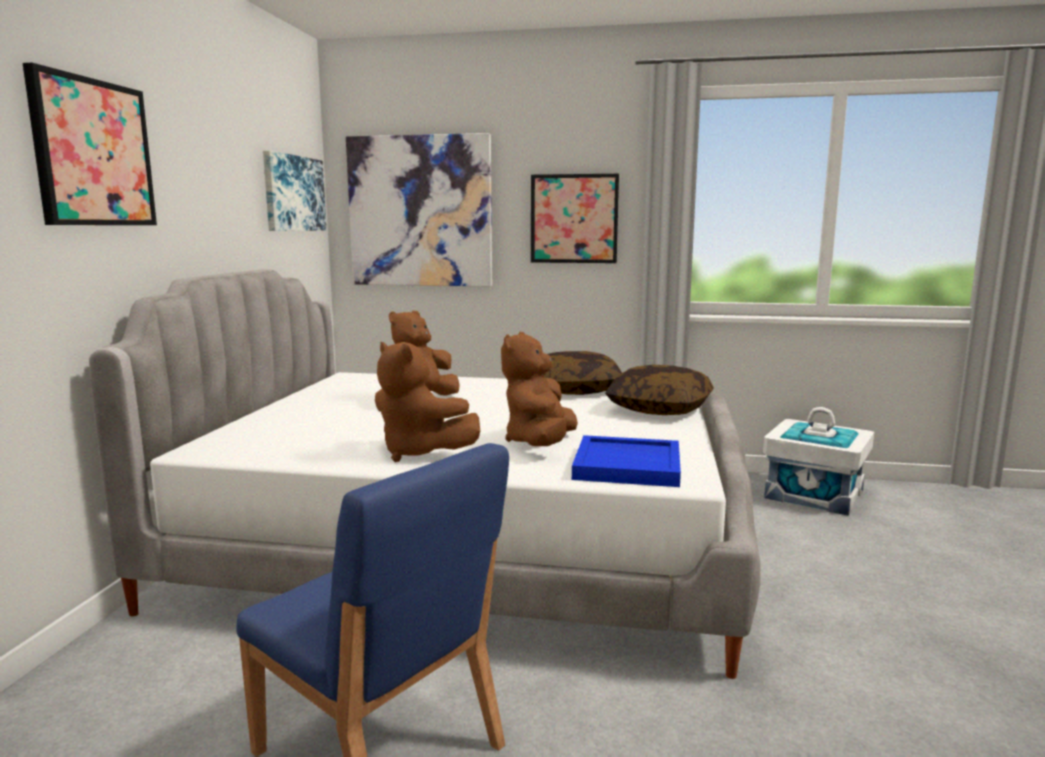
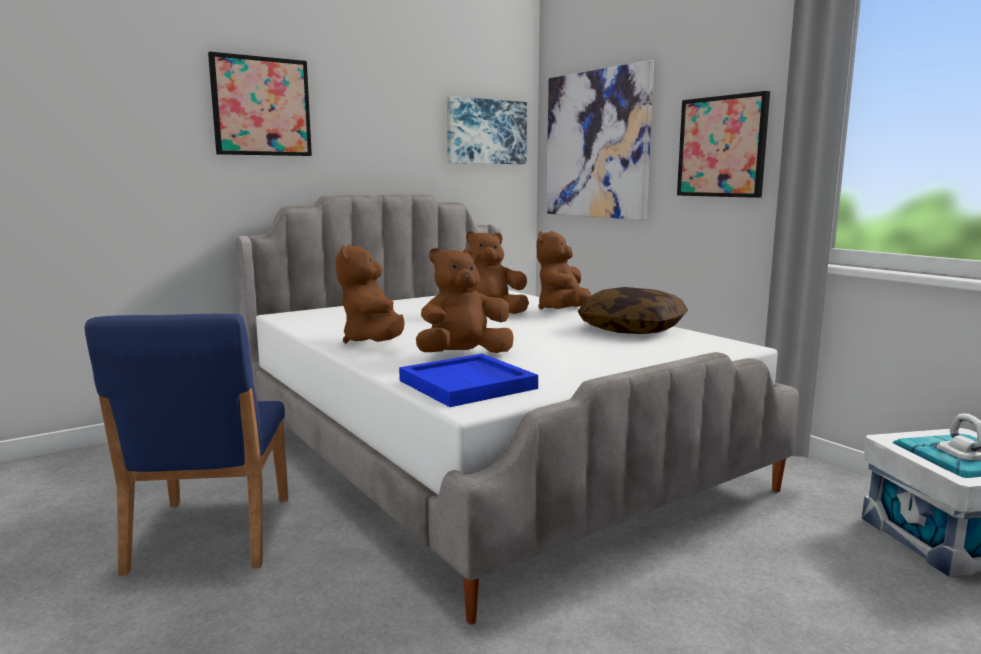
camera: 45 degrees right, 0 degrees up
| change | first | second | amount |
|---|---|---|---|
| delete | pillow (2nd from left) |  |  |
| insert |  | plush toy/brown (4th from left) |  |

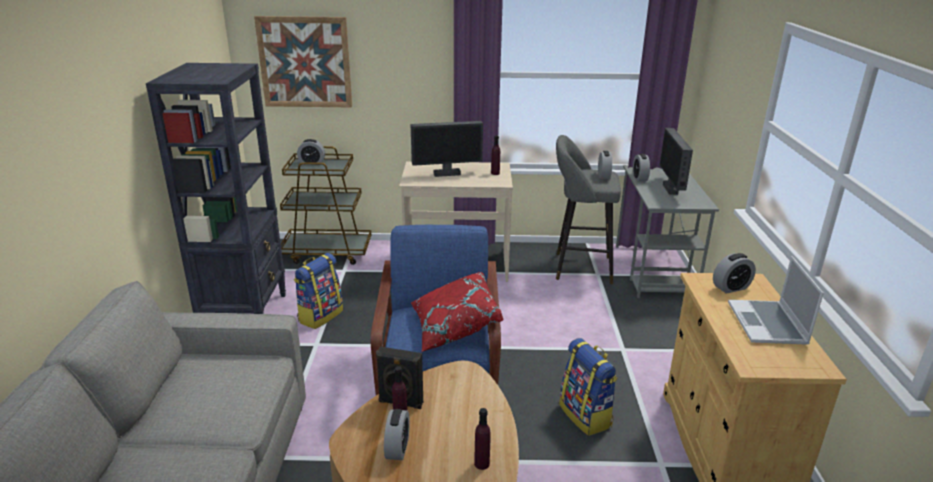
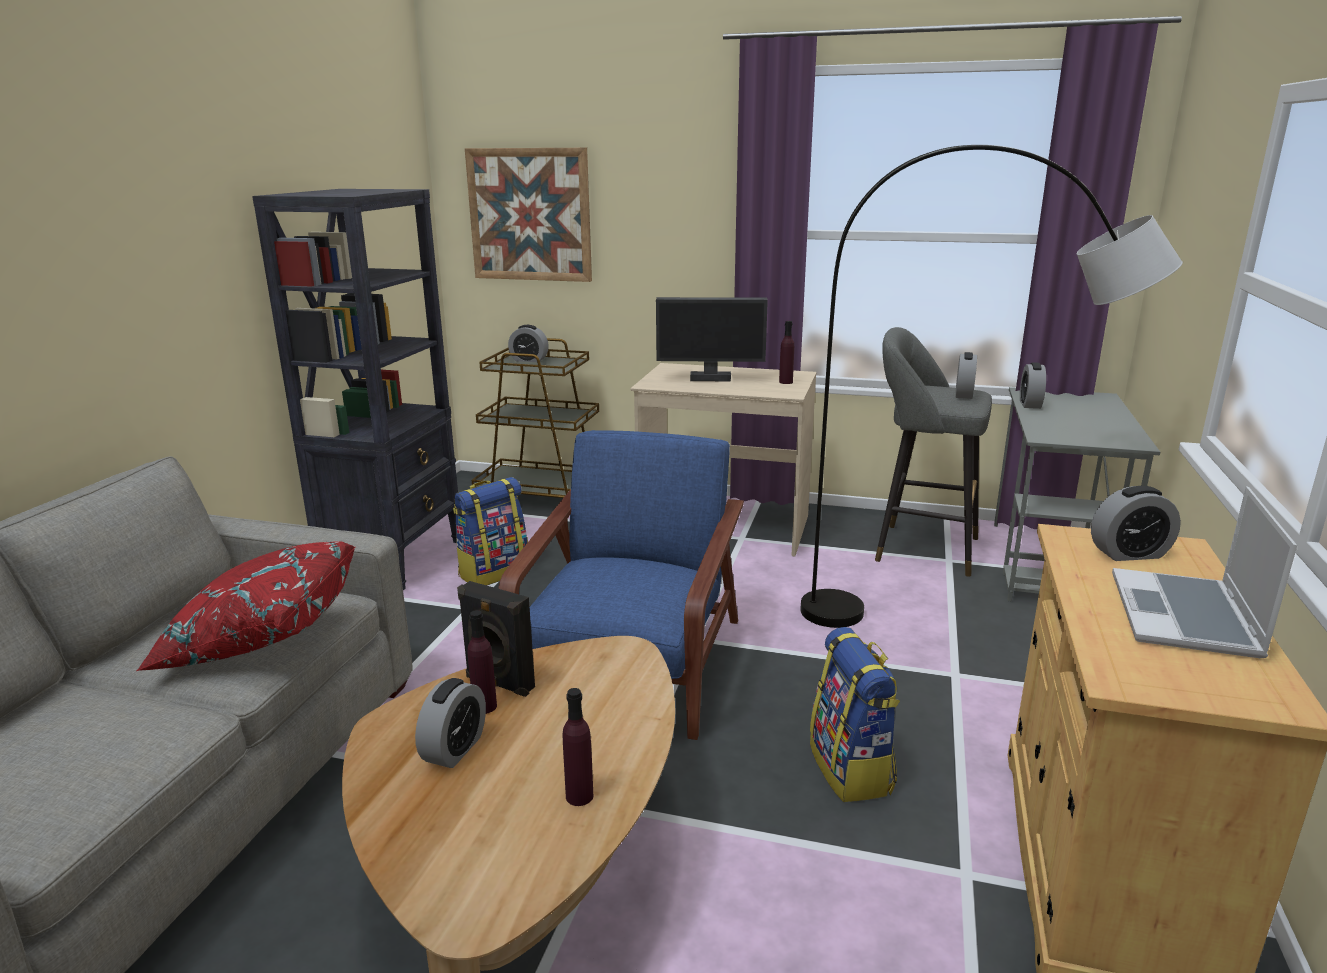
camera: 15 degrees right, 5 degrees down
| change | first | second | amount |
|---|---|---|---|
| delete | monitor (2nd from left) |  |  |
| move | pillow/red |  |  |
| insert |  | floor lamp/grey |  |

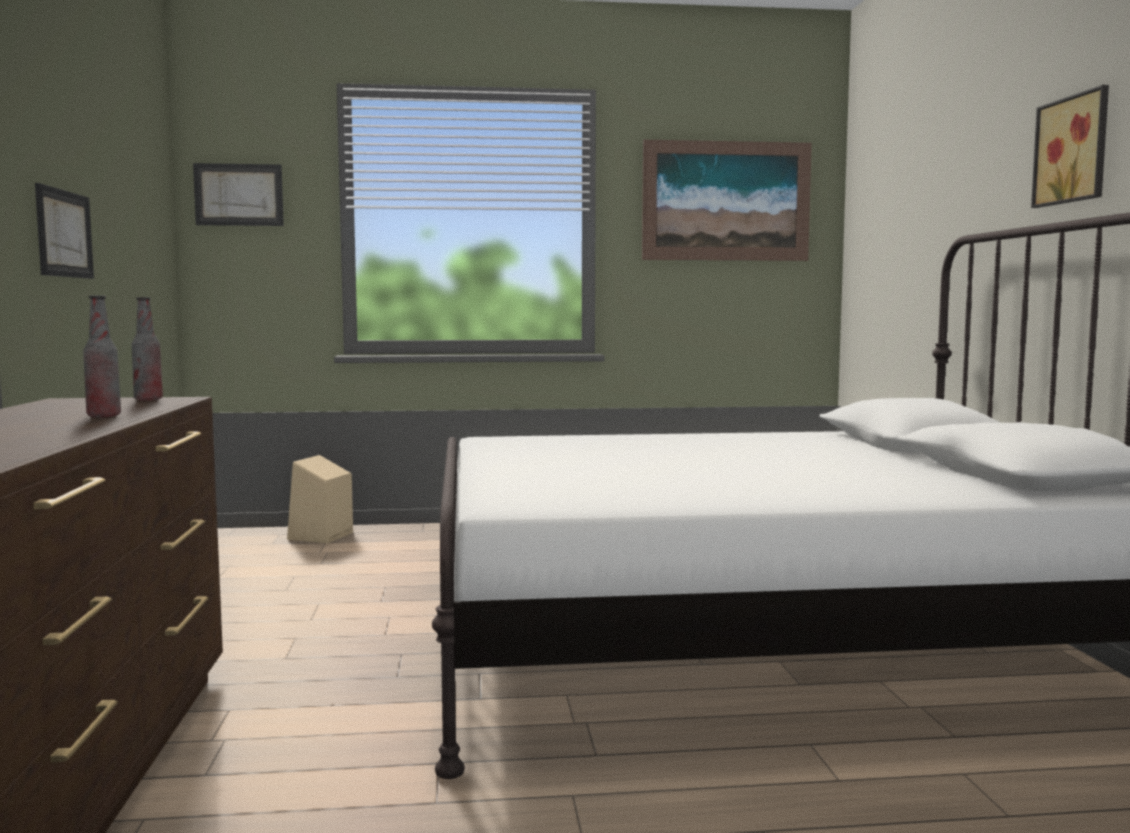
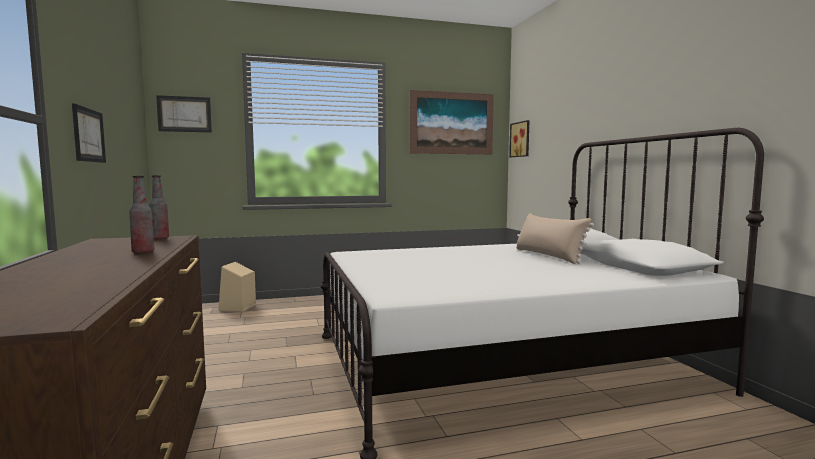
camera: 10 degrees left, 0 degrees up
| change | first | second | amount |
|---|---|---|---|
| move | picture (4th from left) |  |  |
| insert |  | pillow/beige |  |

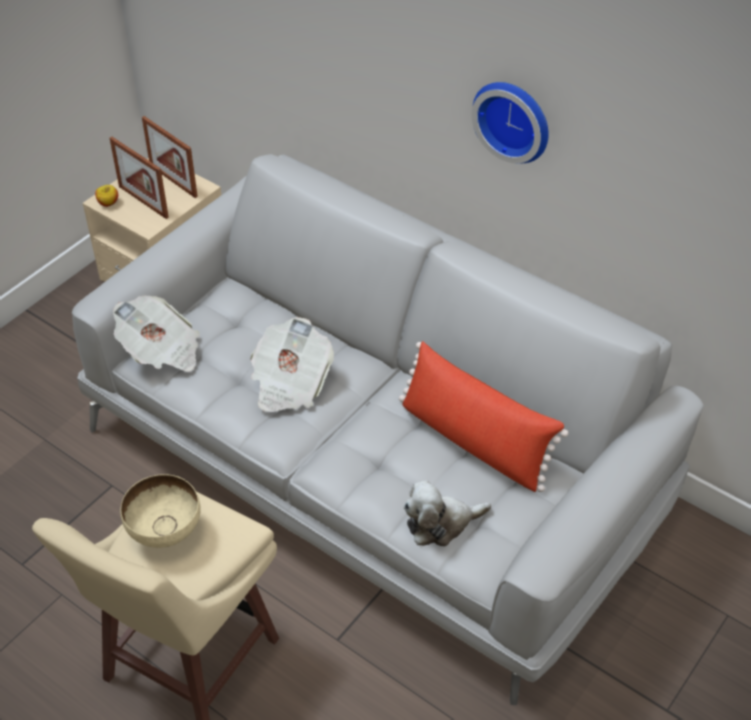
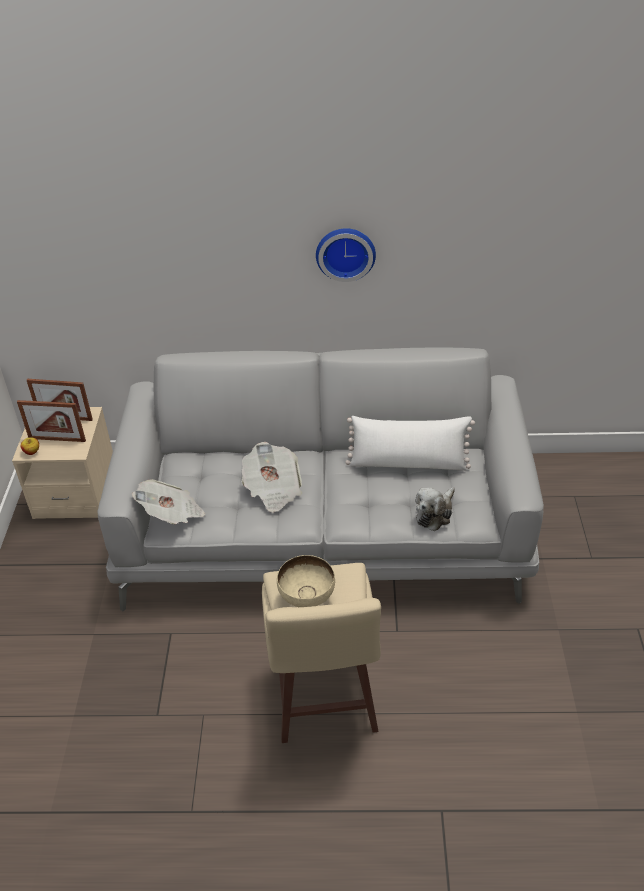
camera: 35 degrees left, 5 degrees down
| change | first | second | amount |
|---|---|---|---|
| recolor | pillow/red | pillow/white |  |

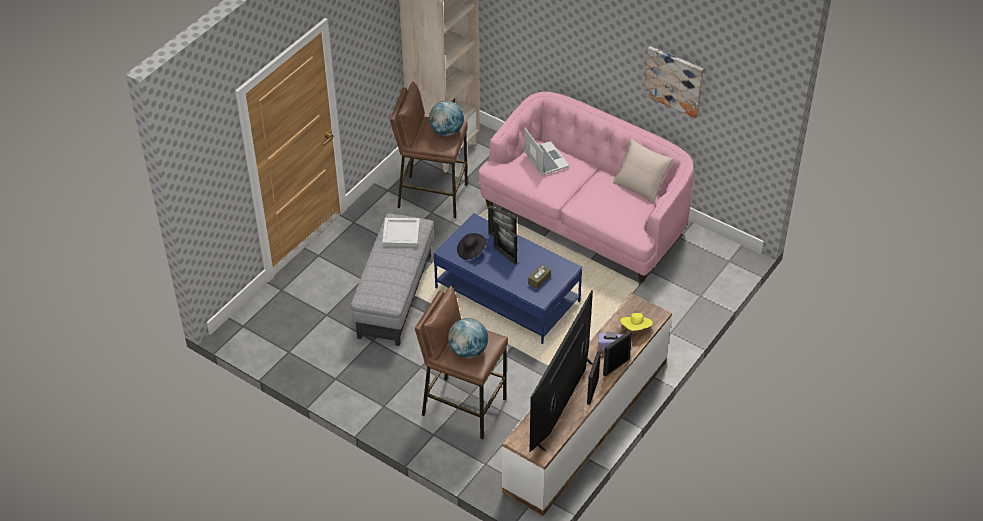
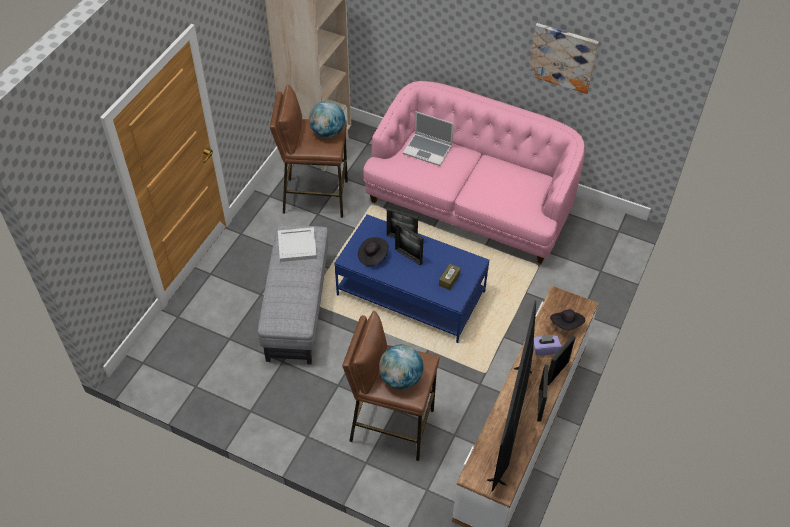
camera: 10 degrees left, 5 degrees up
| change | first | second | amount |
|---|---|---|---|
| rotate | laptop |  | 150 degrees clockwise |
| delete | pillow/beige |  |  |
| recolor | hat/yellow | hat/black (2nd from left) |  |

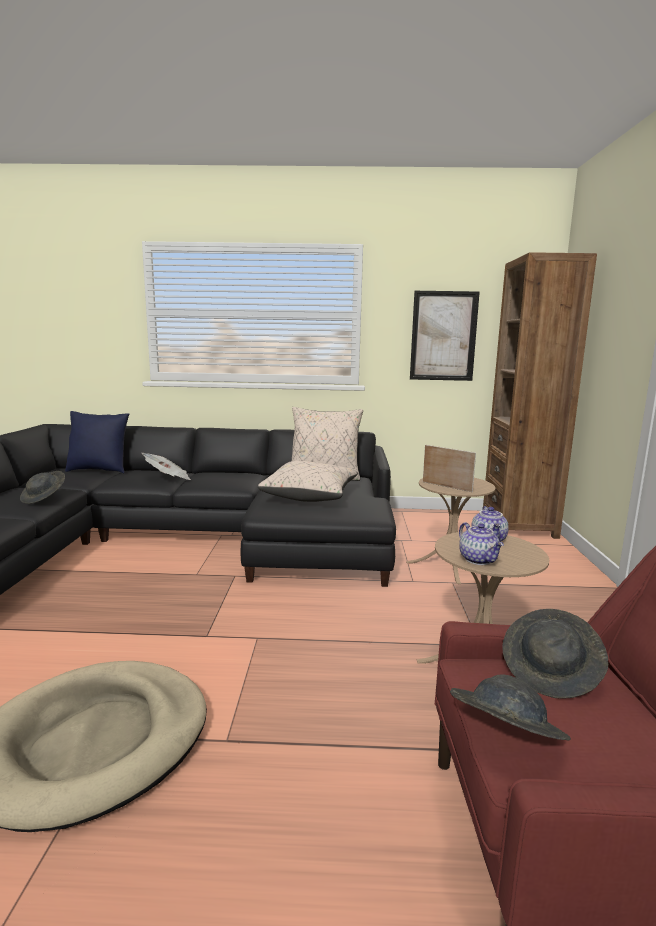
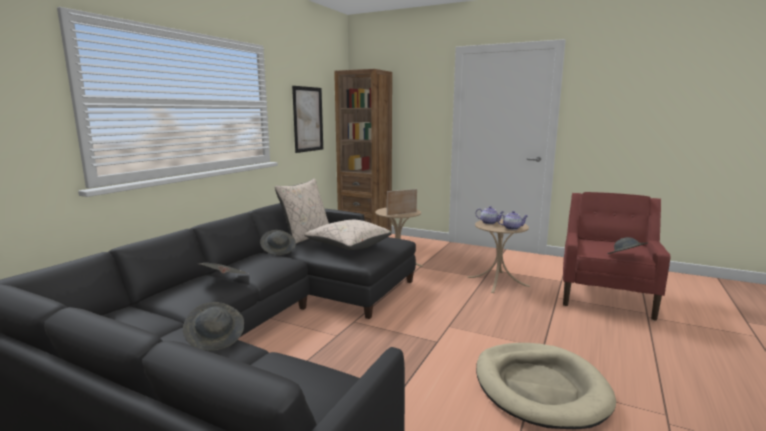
camera: 65 degrees left, 0 degrees up
| change | first | second | amount |
|---|---|---|---|
| delete | pillow/blue |  |  |
| move | hat/grey (3rd from left in the first image) | hat/grey (2nd from left) |  |

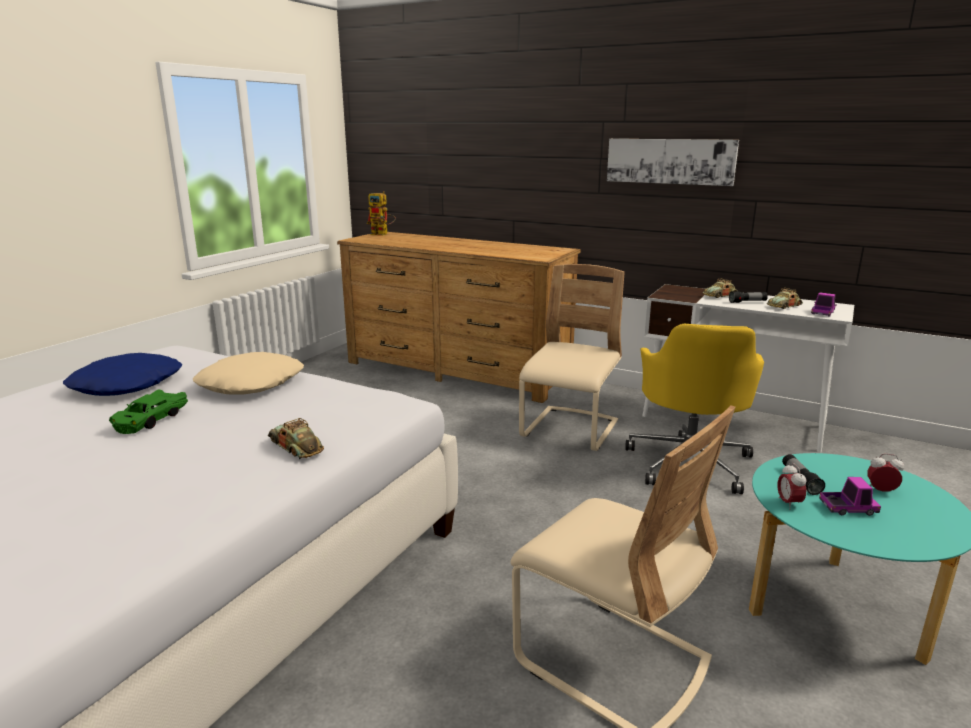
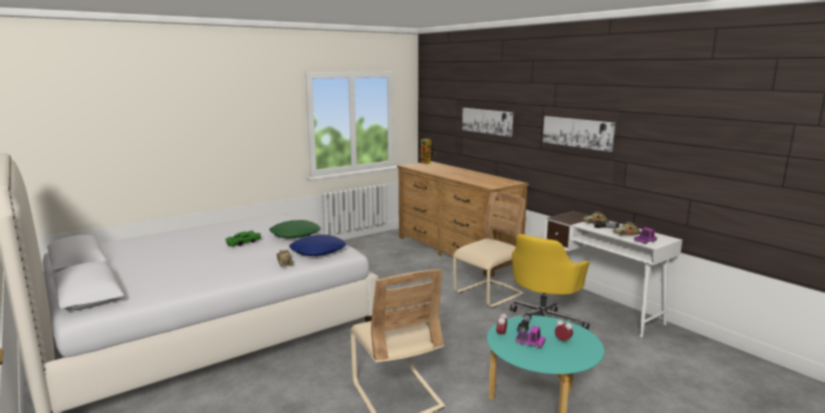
camera: 25 degrees right, 5 degrees down
| change | first | second | amount |
|---|---|---|---|
| recolor | pillow/beige | pillow/green |  |
| move | pillow/blue |  |  |
| insert |  | picture (1st from left) |  |

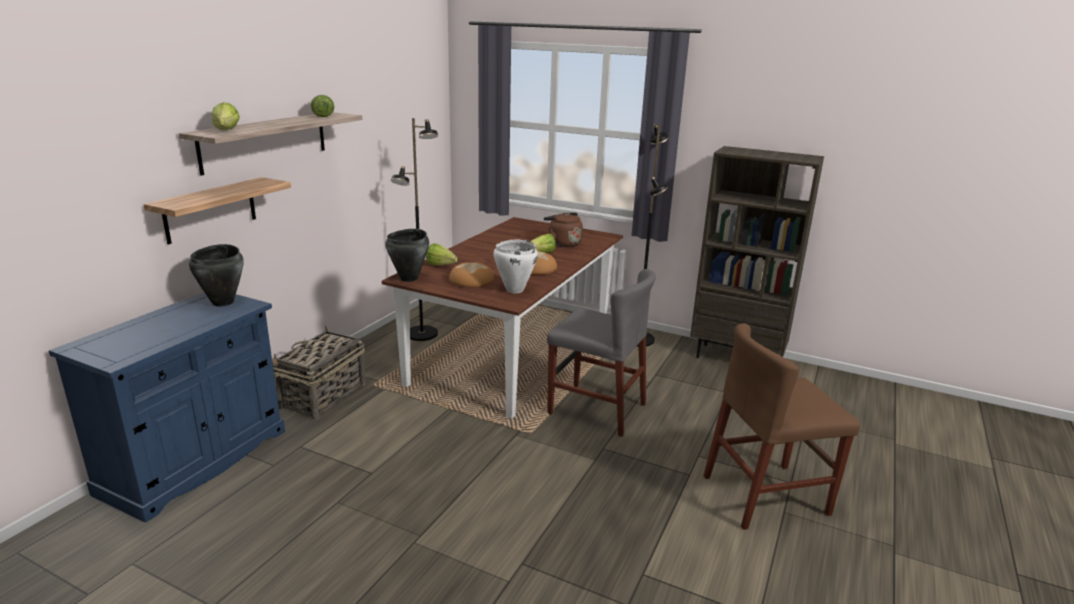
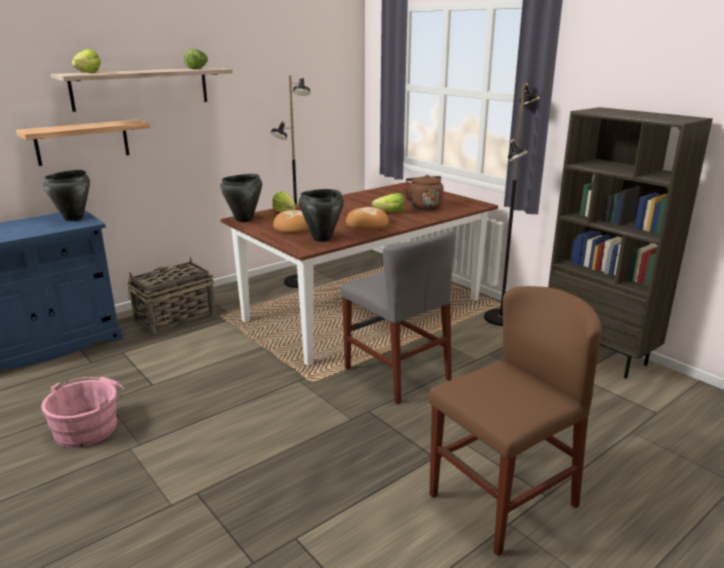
camera: 25 degrees right, 0 degrees up
| change | first | second | amount |
|---|---|---|---|
| recolor | cooking pot/white | cooking pot/black (3rd from left) |  |
| rotate | chair/brown |  | 135 degrees clockwise |
| insert |  | bucket/pink |  |

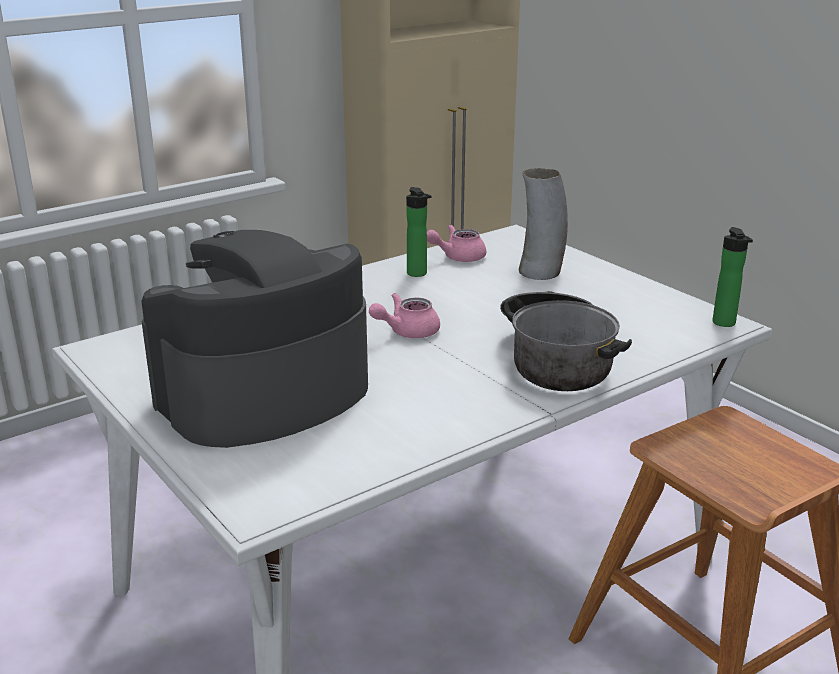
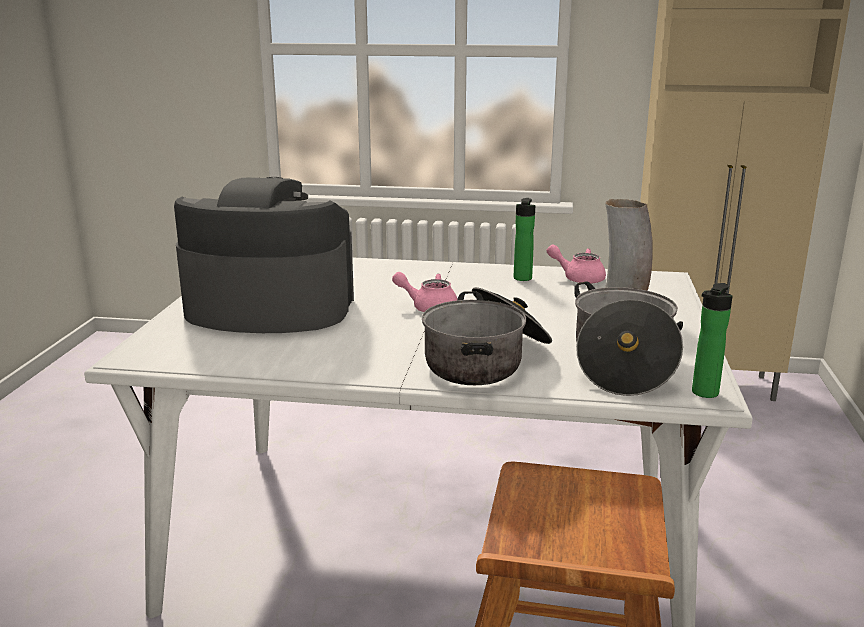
camera: 45 degrees right, 5 degrees down
| change | first | second | amount |
|---|---|---|---|
| insert |  | cooking pot (2nd from left) |  |

